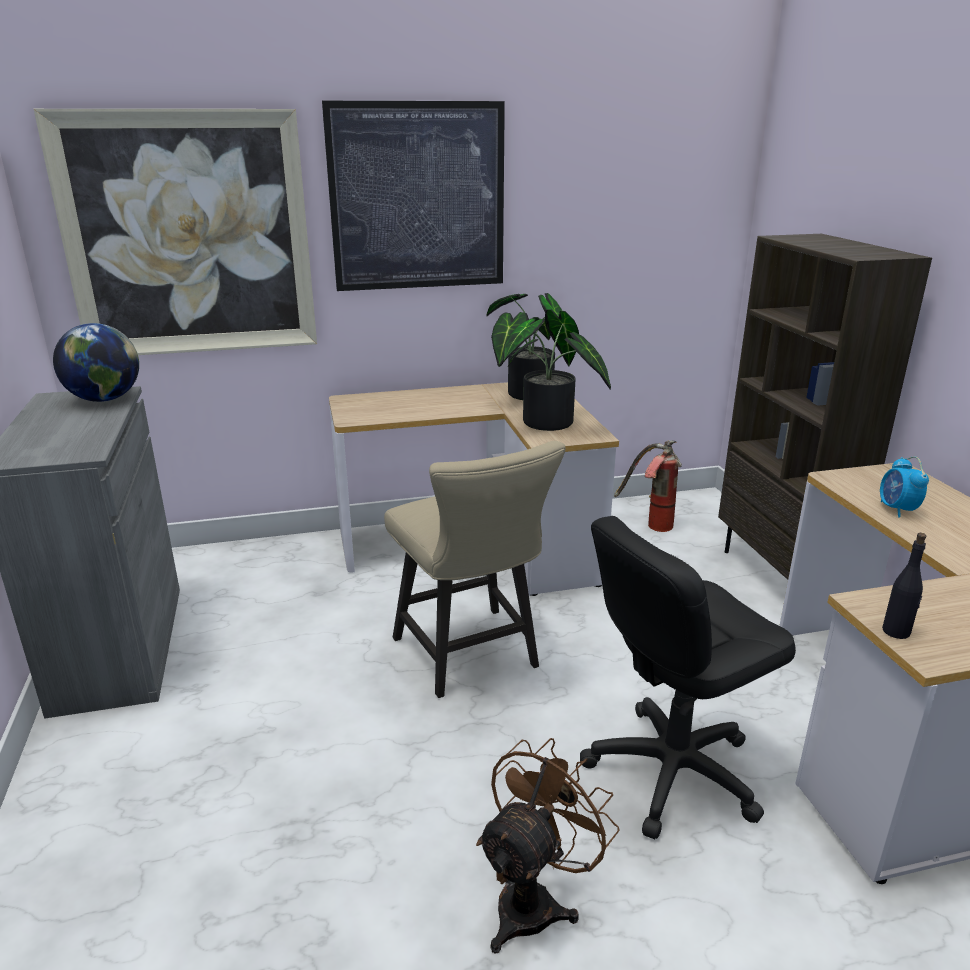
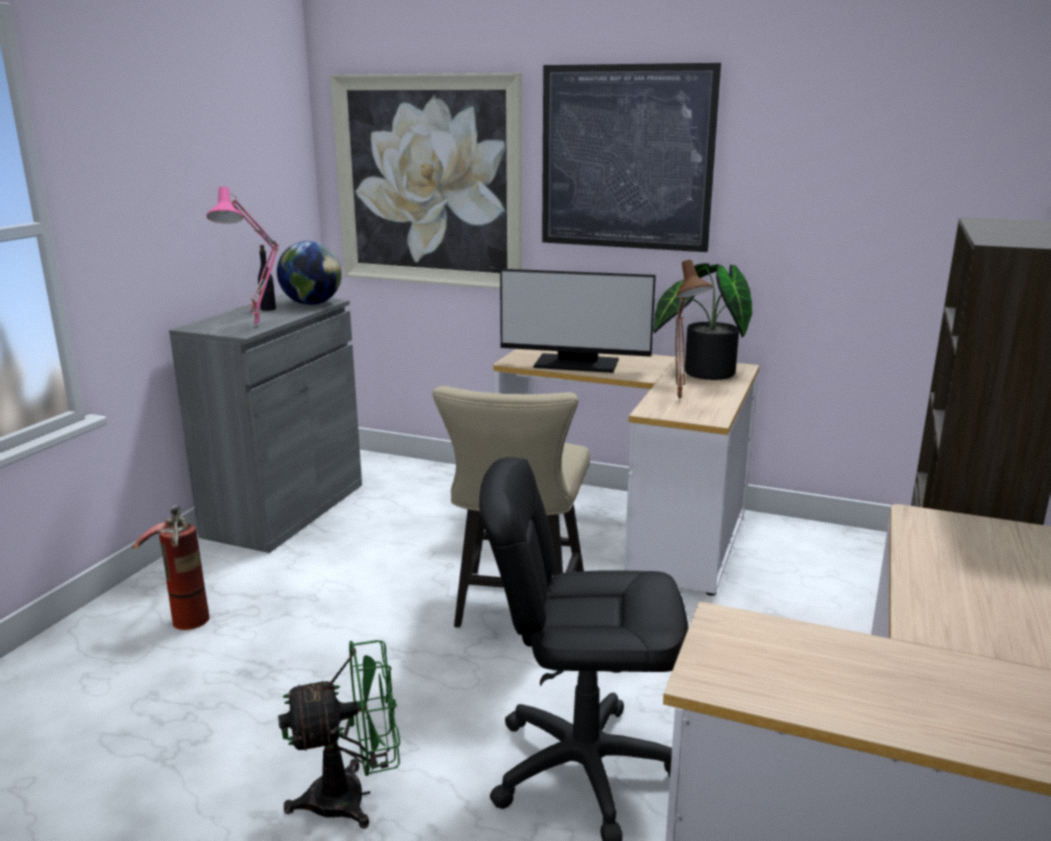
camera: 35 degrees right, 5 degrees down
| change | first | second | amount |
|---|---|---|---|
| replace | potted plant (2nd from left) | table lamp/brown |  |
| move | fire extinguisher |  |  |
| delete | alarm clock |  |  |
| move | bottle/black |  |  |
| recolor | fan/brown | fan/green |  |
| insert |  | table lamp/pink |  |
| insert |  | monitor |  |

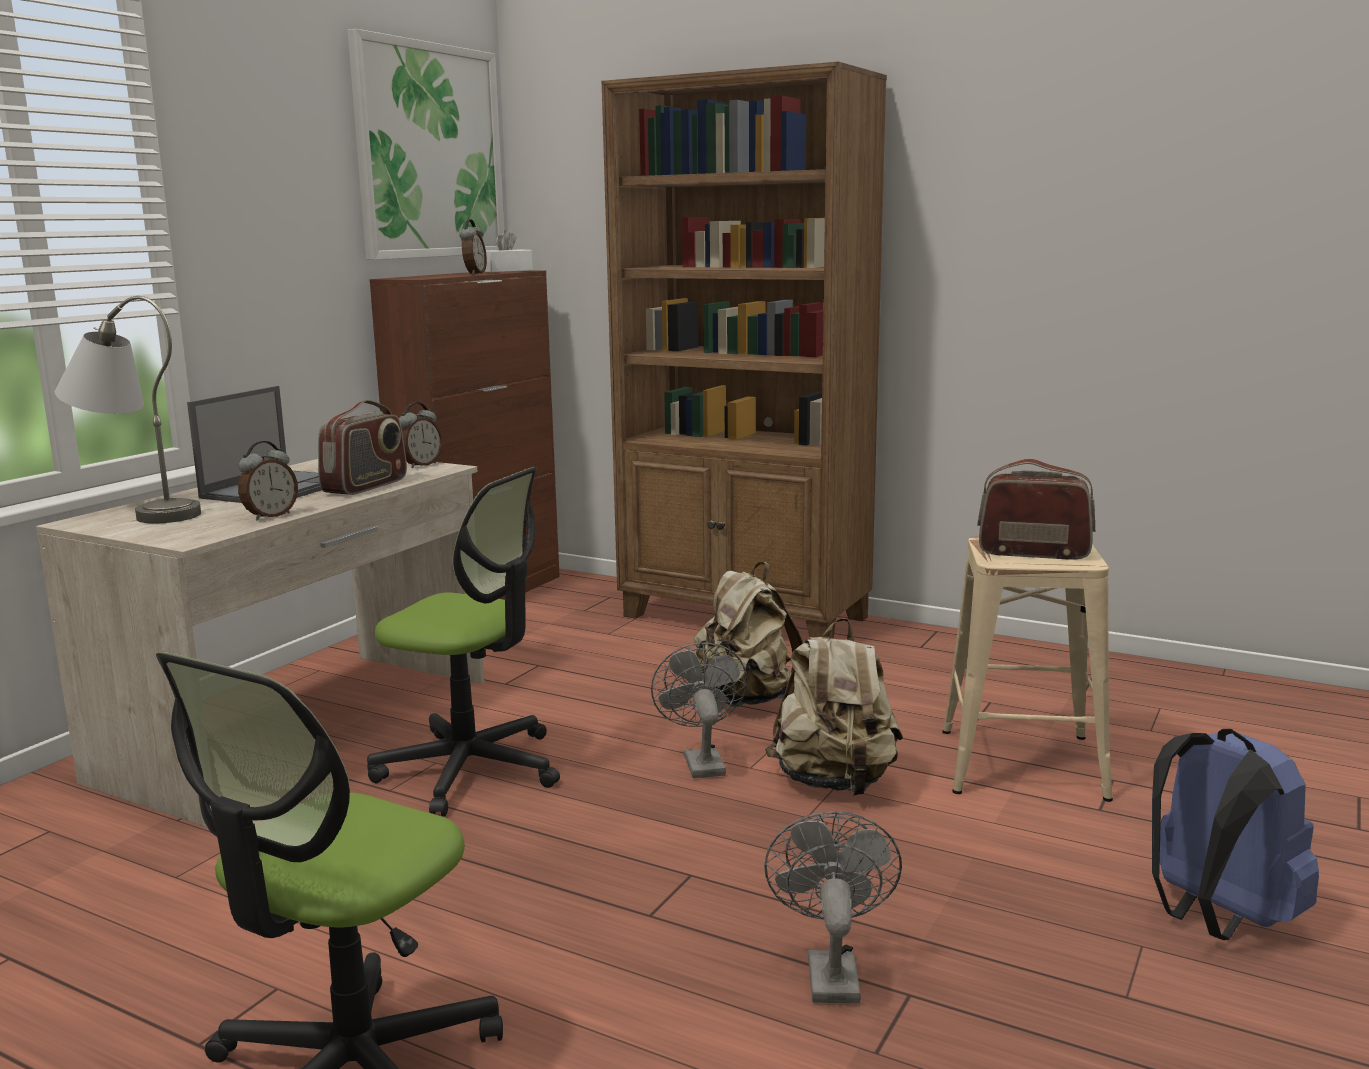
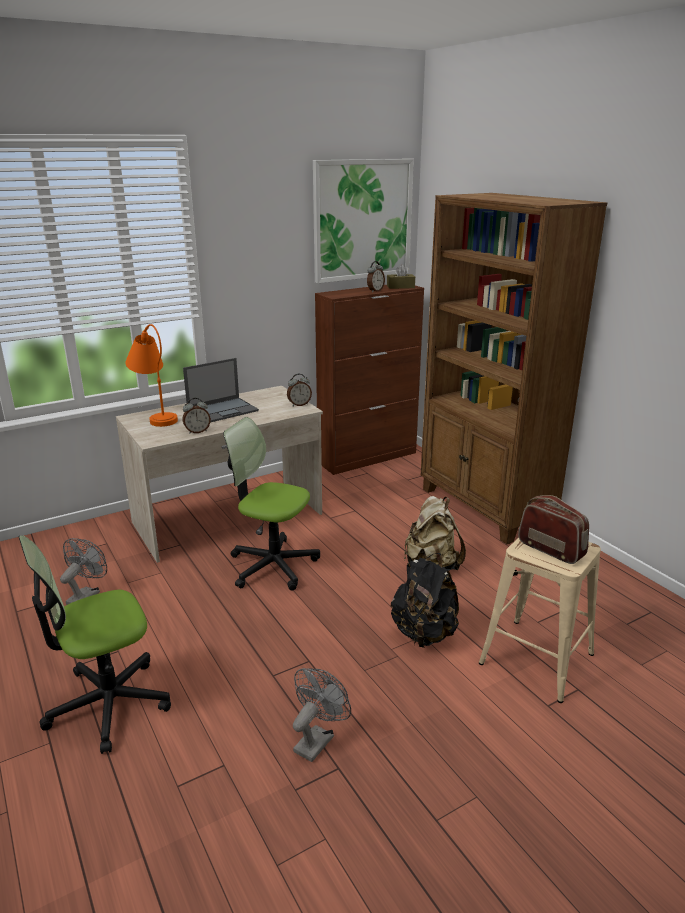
camera: 30 degrees right, 10 degrees up
| change | first | second | amount |
|---|---|---|---|
| recolor | tissue box/white | tissue box/brown |  |
| recolor | table lamp/grey | table lamp/orange |  |
| delete | radio (1st from left) |  |  |
| rotate | office chair (2nd from left) |  | 150 degrees clockwise |
| recolor | backpack/beige (2nd from left) | backpack/black |  |
| move | fan/grey (1st from left) |  |  |
| delete | backpack/blue |  |  |

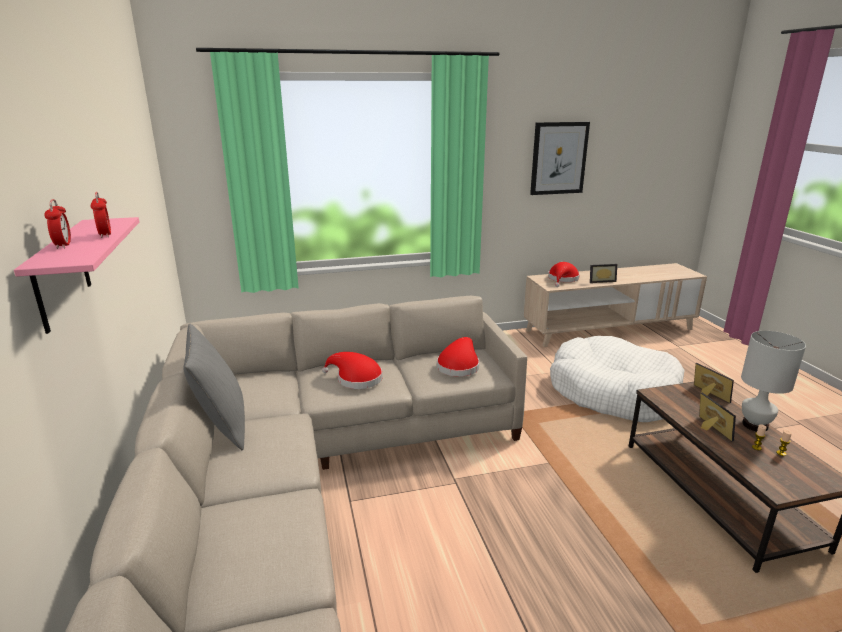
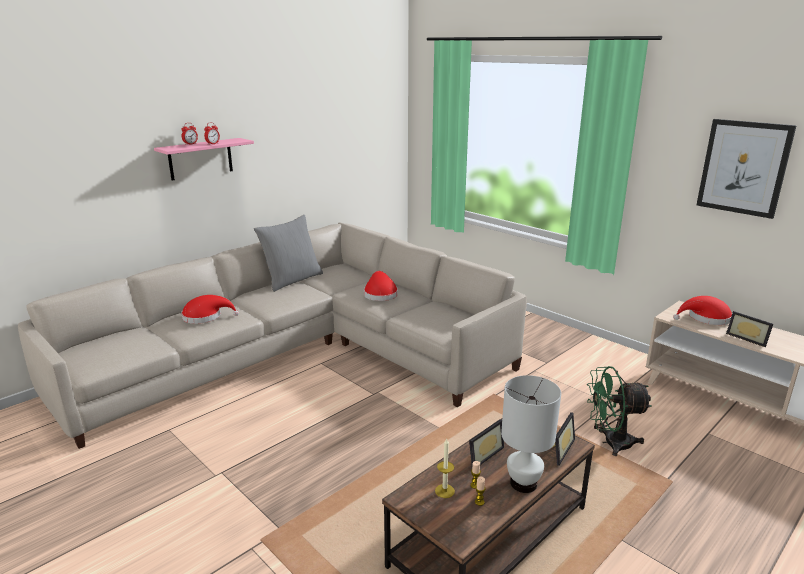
camera: 60 degrees right, 0 degrees up
| change | first | second | amount |
|---|---|---|---|
| replace | dog bed/white | fan/green |  |
| move | hat/red (2nd from left in the first image) | hat/red (1st from left) |  |
| insert |  | candle (1st from left) |  |

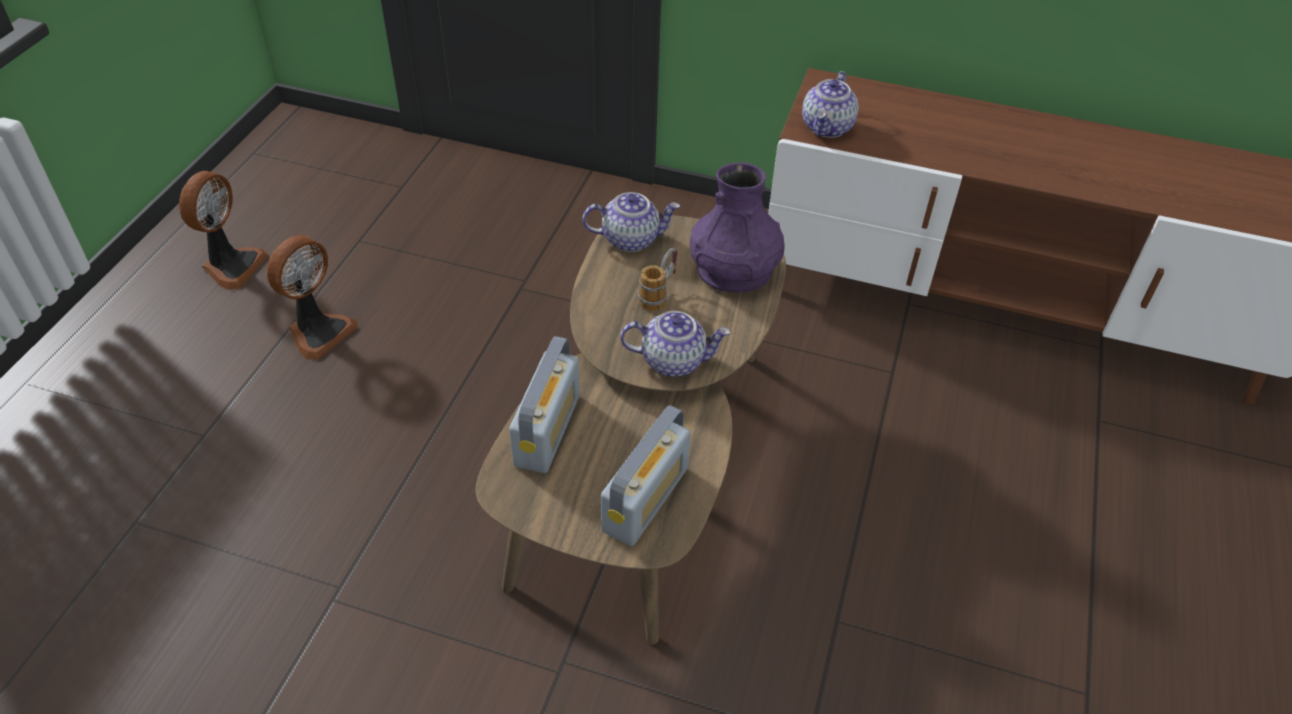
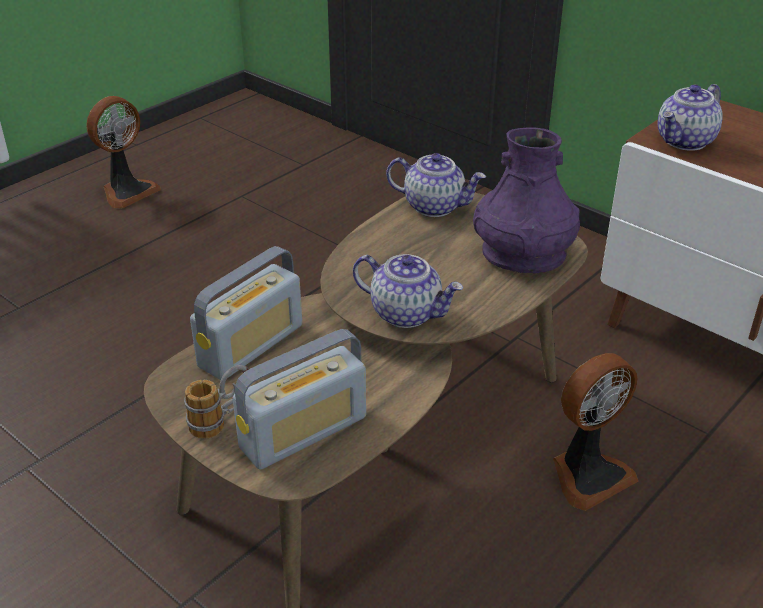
camera: 25 degrees right, 10 degrees down
| change | first | second | amount |
|---|---|---|---|
| move | fan (2nd from left) |  |  |
| move | mug |  |  |

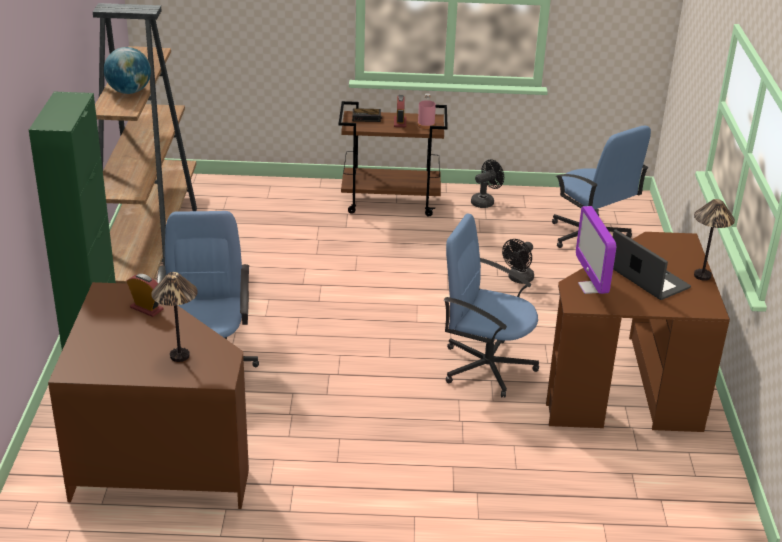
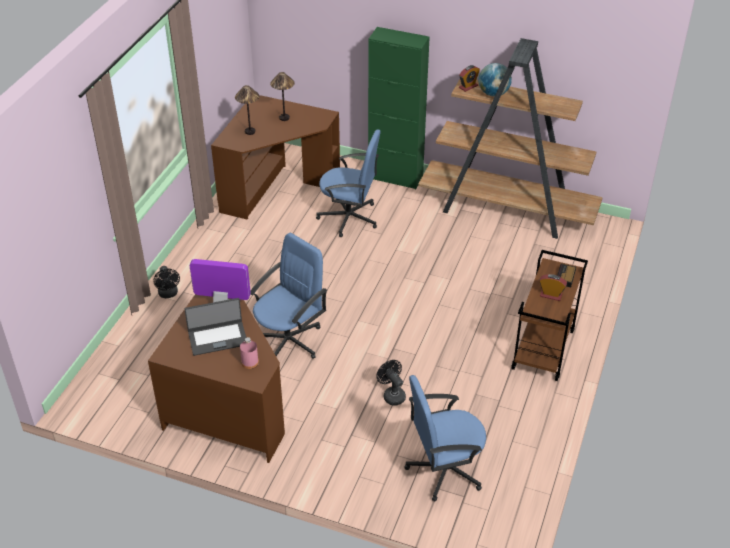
camera: 110 degrees right, 10 degrees up
| change | first | second | amount |
|---|---|---|---|
| move | bottle/pink |  |  |
| move | fan/black (1st from left) |  |  |
| move | table lamp (2nd from left) |  |  |
| move | alarm clock (1st from left) |  |  |

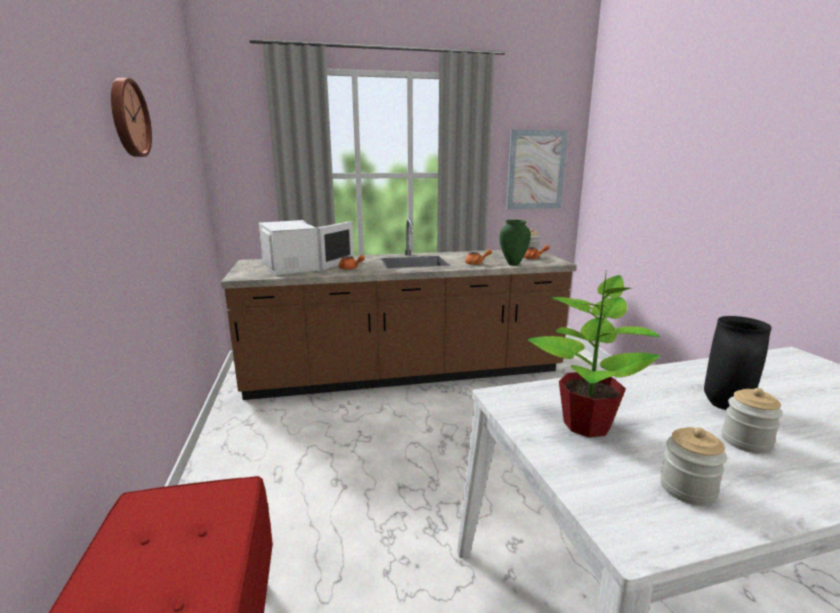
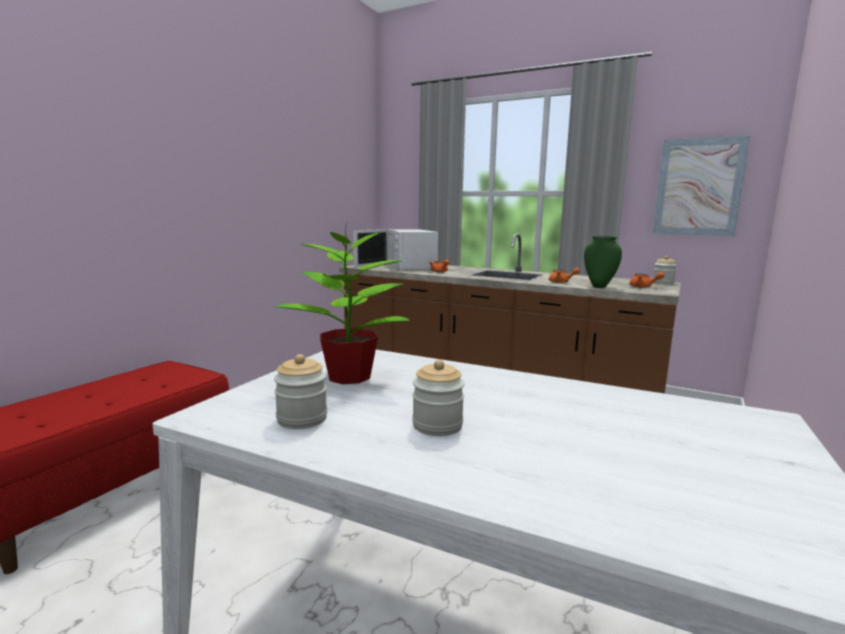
camera: 40 degrees right, 5 degrees down
| change | first | second | amount |
|---|---|---|---|
| delete | wall clock |  |  |
| rotate | microwave/white |  | 150 degrees clockwise |
| delete | vase/black |  |  |

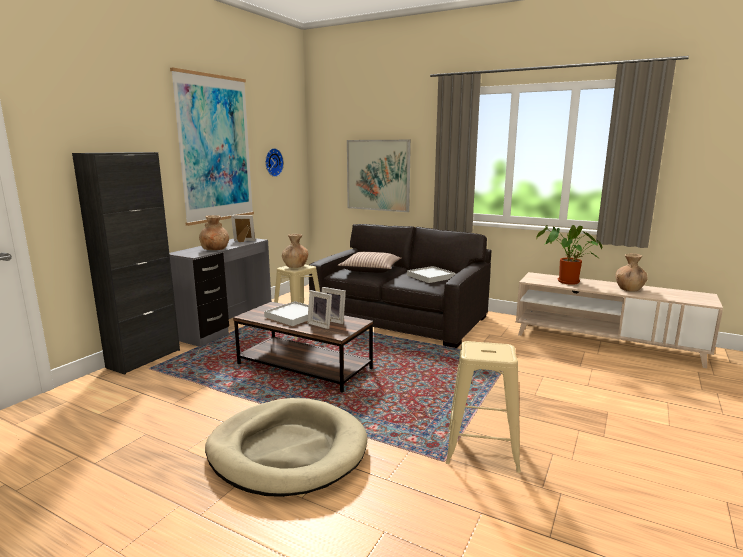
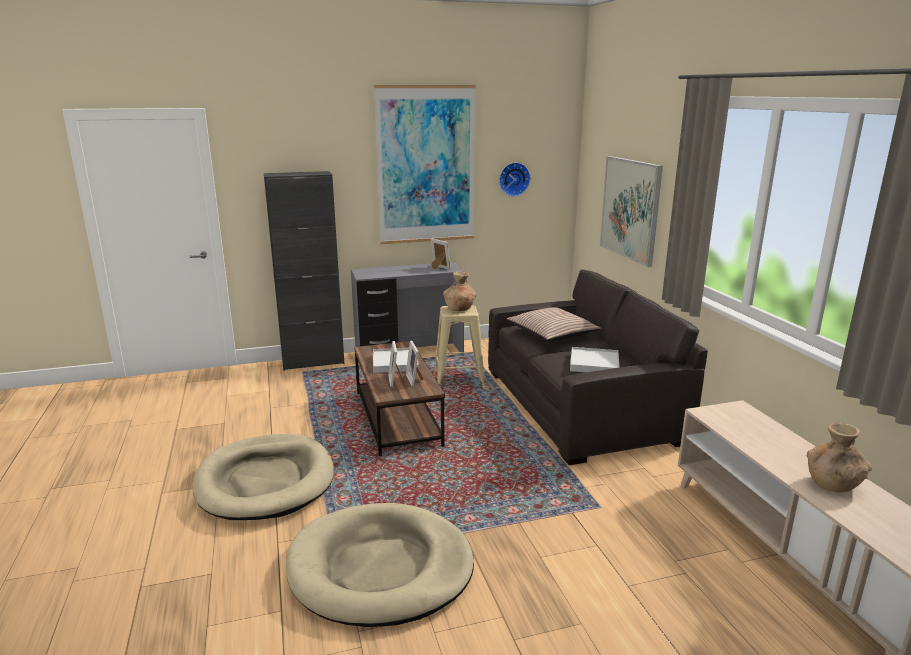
camera: 45 degrees right, 5 degrees up
| change | first | second | amount |
|---|---|---|---|
| delete | vase/brown (1st from left) |  |  |
| delete | potted plant |  |  |
| replace | stool/beige (2nd from left) | dog bed/beige (2nd from left) |  |

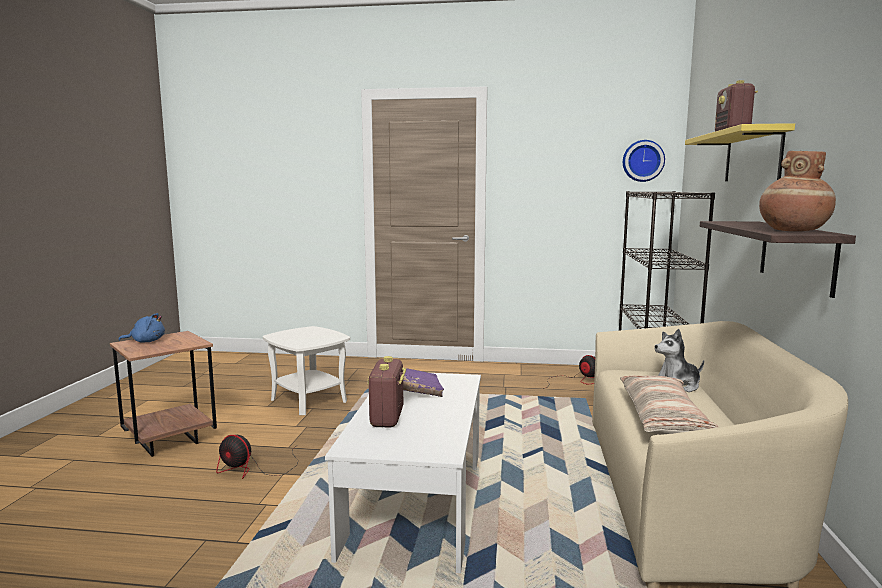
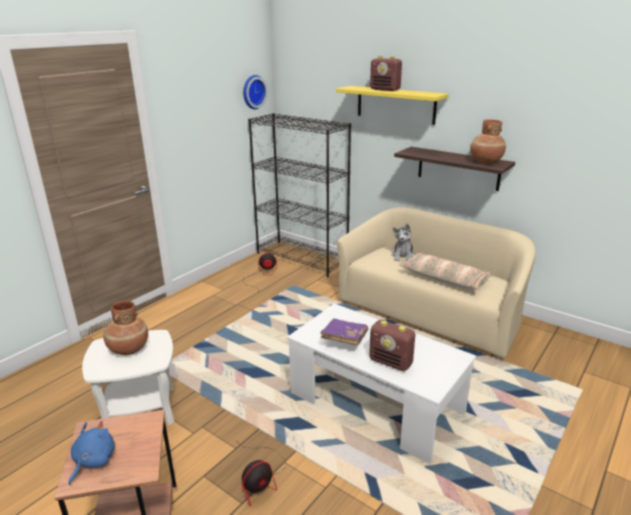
camera: 60 degrees left, 15 degrees up
| change | first | second | amount |
|---|---|---|---|
| insert |  | vase/brown (1st from left) |  |

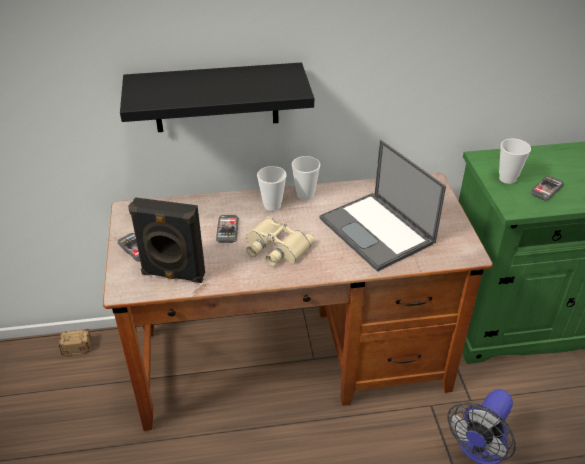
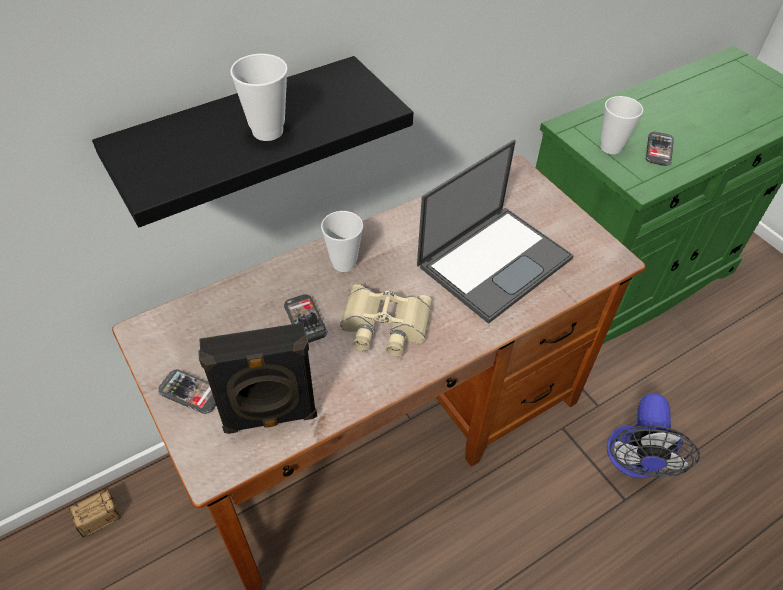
camera: 25 degrees left, 10 degrees up
| change | first | second | amount |
|---|---|---|---|
| rotate | laptop |  | 75 degrees counterclockwise |
| move | cup (2nd from left in the first image) | cup (1st from left) |  |

